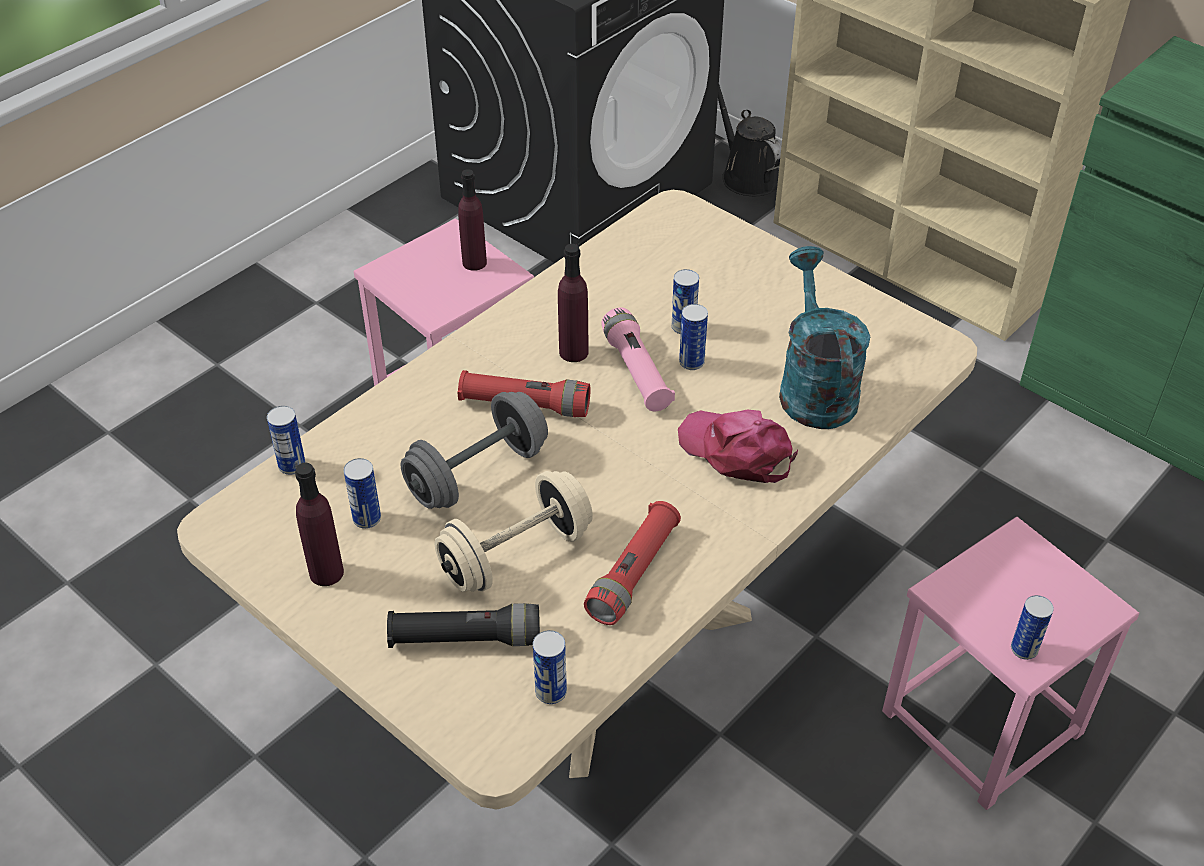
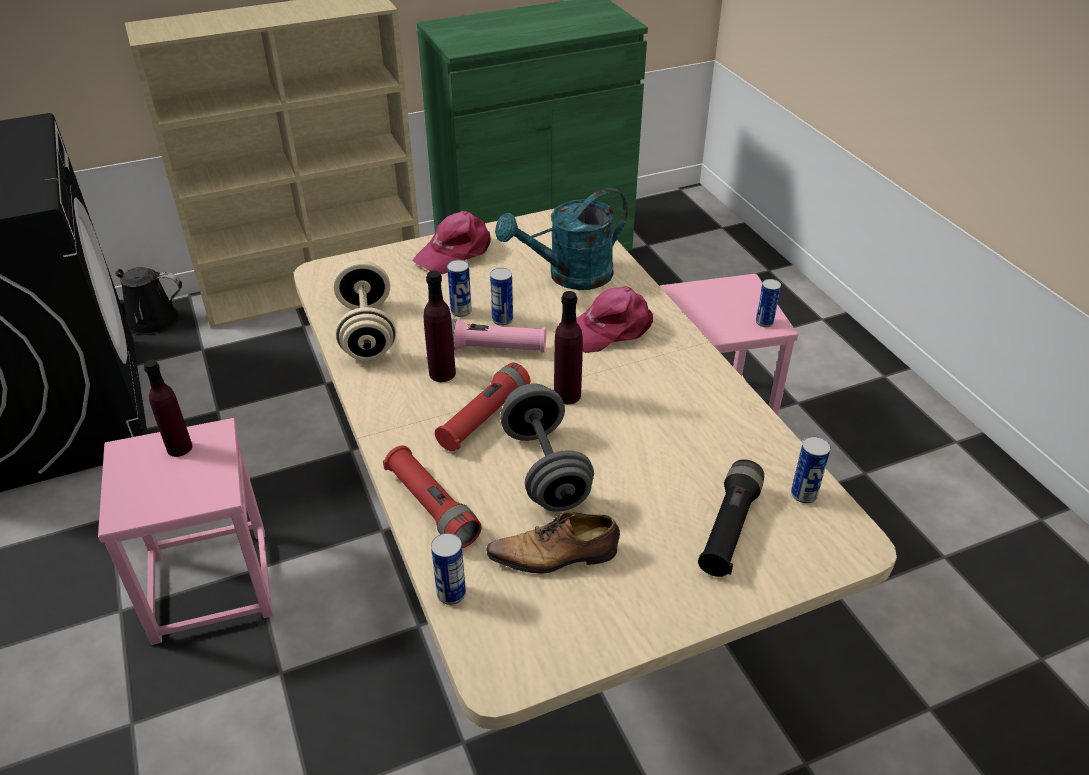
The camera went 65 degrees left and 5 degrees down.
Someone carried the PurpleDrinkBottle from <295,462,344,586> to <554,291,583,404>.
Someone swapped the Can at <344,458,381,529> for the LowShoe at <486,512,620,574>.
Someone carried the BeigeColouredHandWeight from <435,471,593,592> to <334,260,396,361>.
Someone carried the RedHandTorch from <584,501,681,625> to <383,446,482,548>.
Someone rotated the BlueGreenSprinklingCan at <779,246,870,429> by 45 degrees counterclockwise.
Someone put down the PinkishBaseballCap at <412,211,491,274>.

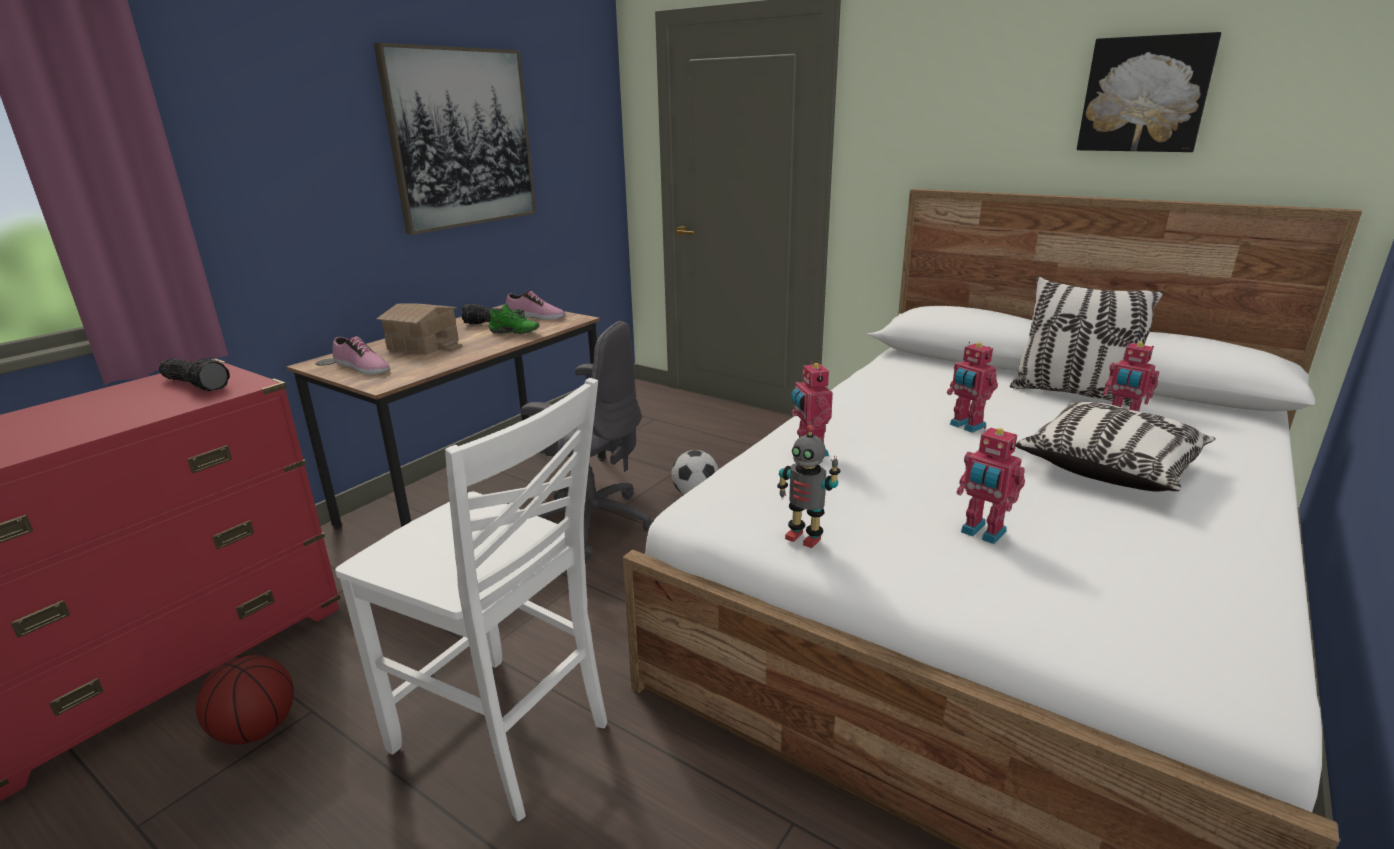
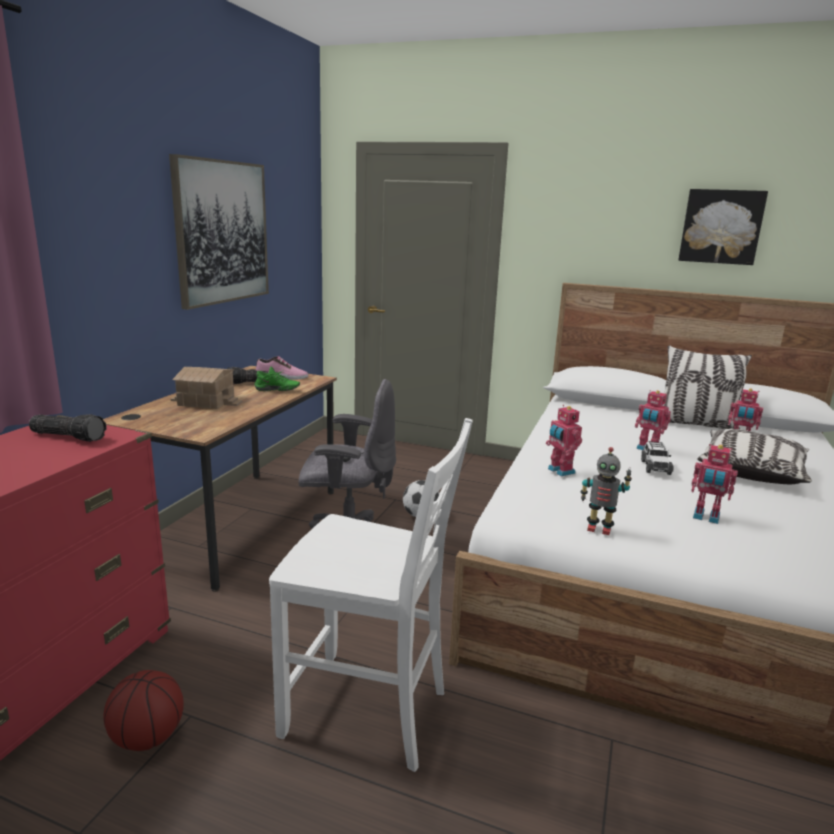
The camera went 15 degrees left and 5 degrees down.
Someone took away the LowShoe at <333,336,390,374>.
Someone put down the MiniatureCar at <641,441,674,475>.

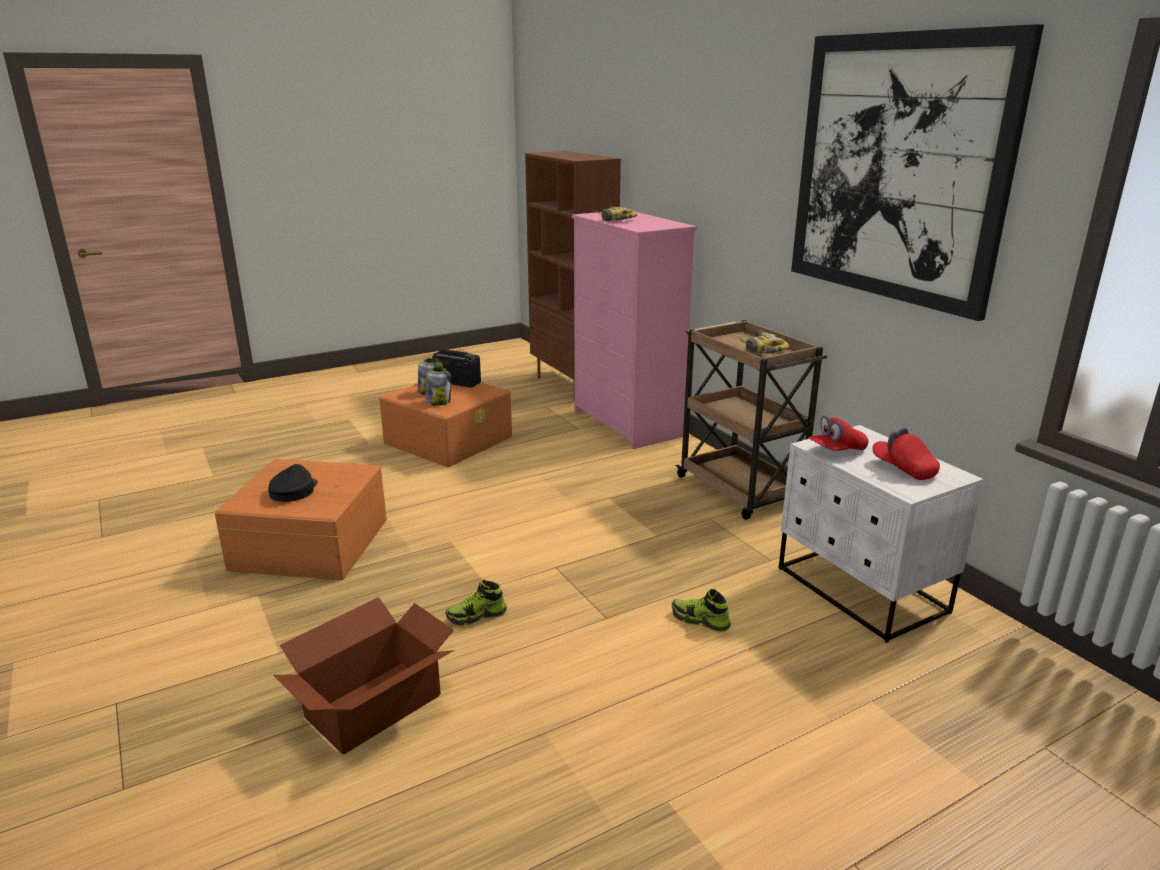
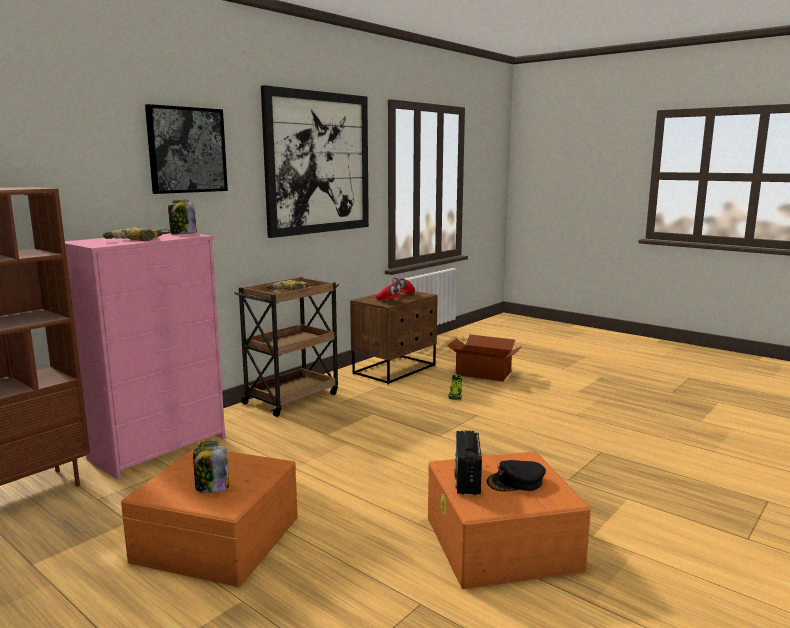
The camera went 110 degrees left and 10 degrees down.
Someone carried the Carton from <273,597,454,755> to <447,335,522,381>.
Someone carried the PreserveJar from <426,367,451,406> to <168,200,197,235>.
Someone carried the RadioReceiver from <432,349,481,388> to <455,430,482,495>.
Someone took away the LowShoe at <445,579,507,626>.
Someone repainted the WhiteNightTable at <779,425,984,643>, which became the BrownColouredNightTable at <350,291,438,385>.
Someone put up the WallPicture at <145,104,228,194>.

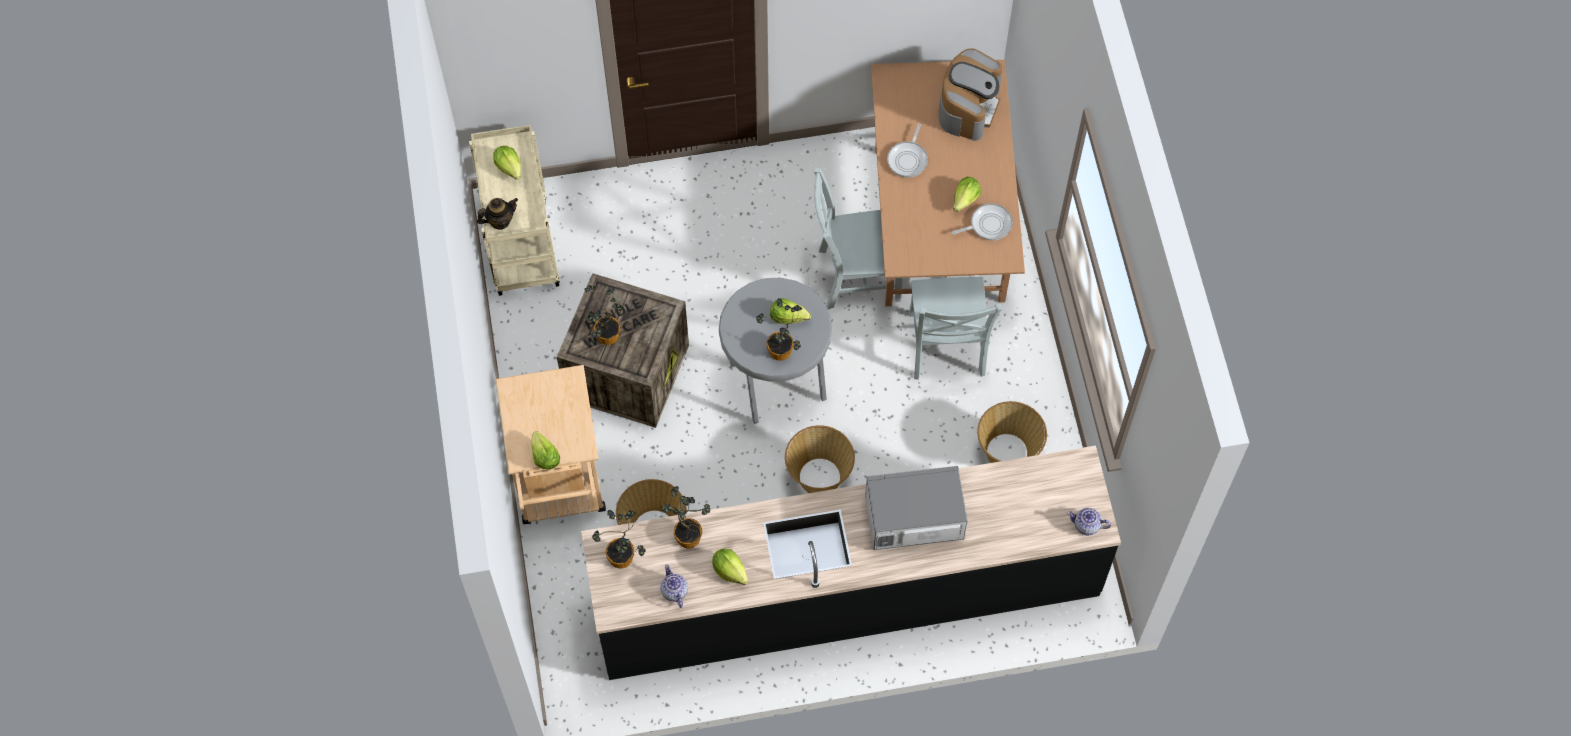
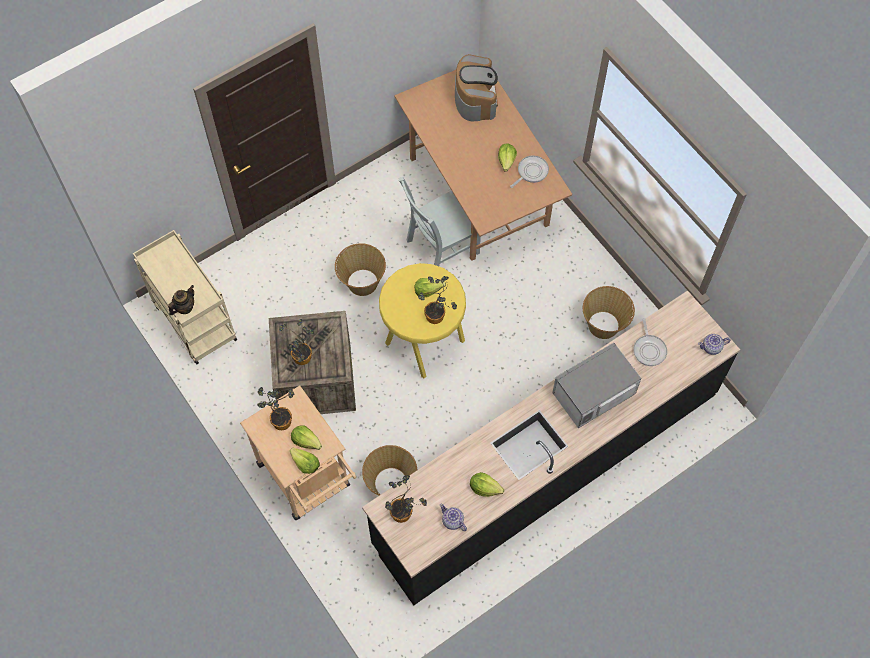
The camera went 25 degrees left and 0 degrees up.
Someone carried the Lettuce from <493,146,521,180> to <291,426,322,450>.
Someone carried the PlantInAPot from <661,486,710,548> to <257,387,294,430>.
Someone repainted the GreyishStoolSeat at <719,278,832,424>, which became the YellowishStoolSeat at <379,263,466,378>.
Someone carried the HouseholdBasket from <785,425,855,493> to <335,243,386,296>.
Someone carried the FryingPan from <887,123,928,178> to <633,318,667,366>.
Someone took away the GreyishUprightChair at <909,277,1002,380>.

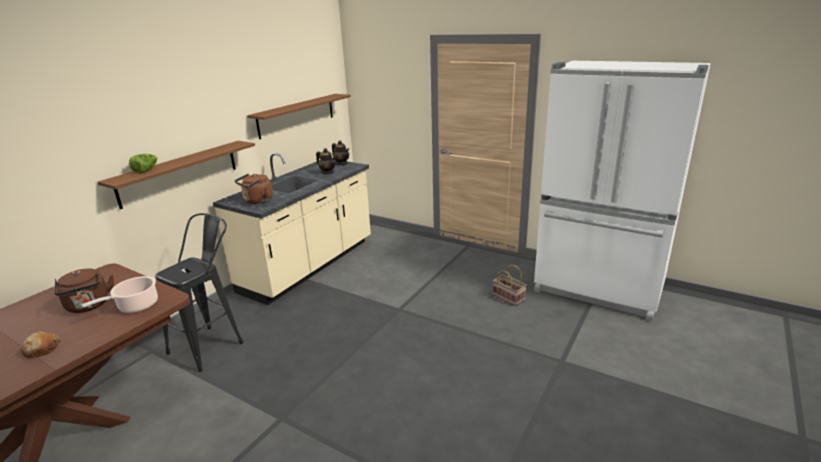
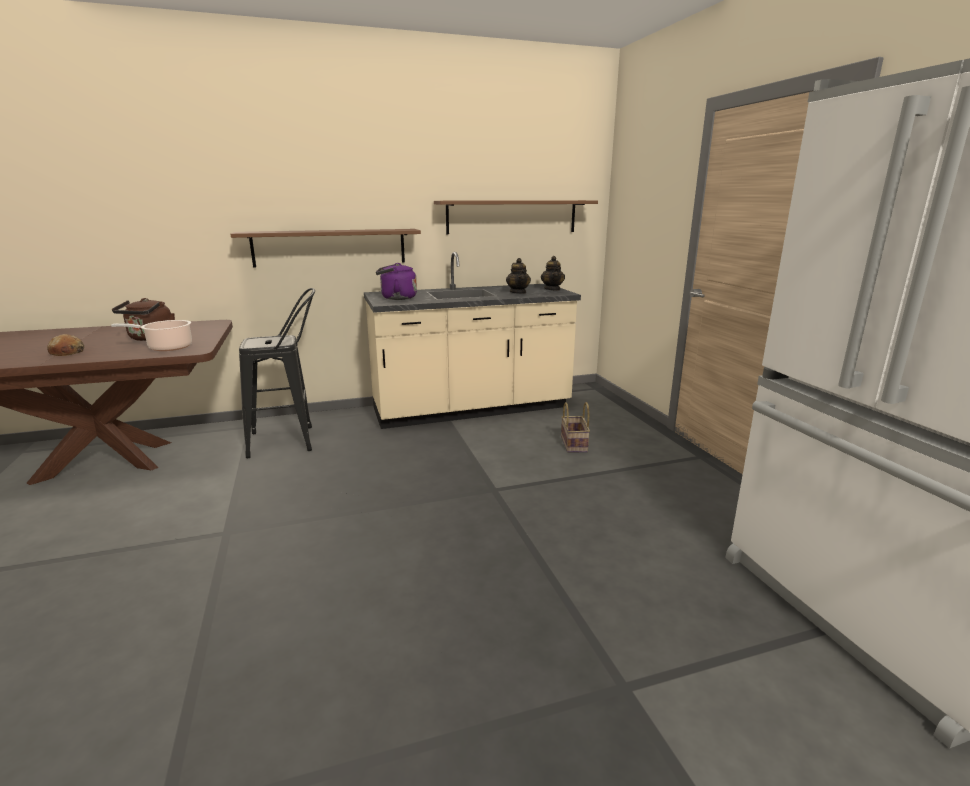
The camera went 40 degrees right and 5 degrees down.
Someone took away the Lettuce at <129,154,157,174>.
Someone repainted the BrownColouredTeaKettle at <235,173,273,204>, which became the PurpleTeaKettle at <376,263,417,300>.
Someone carried the HouseholdBasket from <493,265,527,306> to <561,402,590,453>.

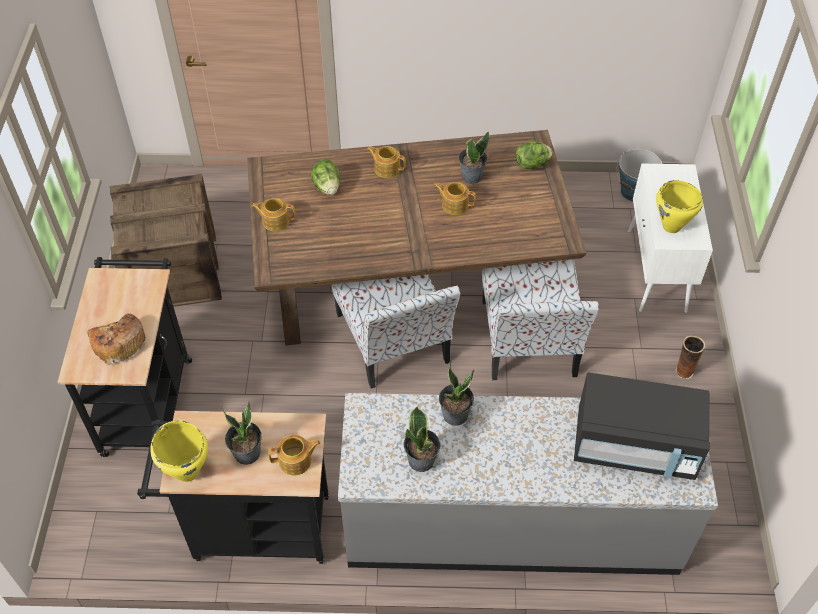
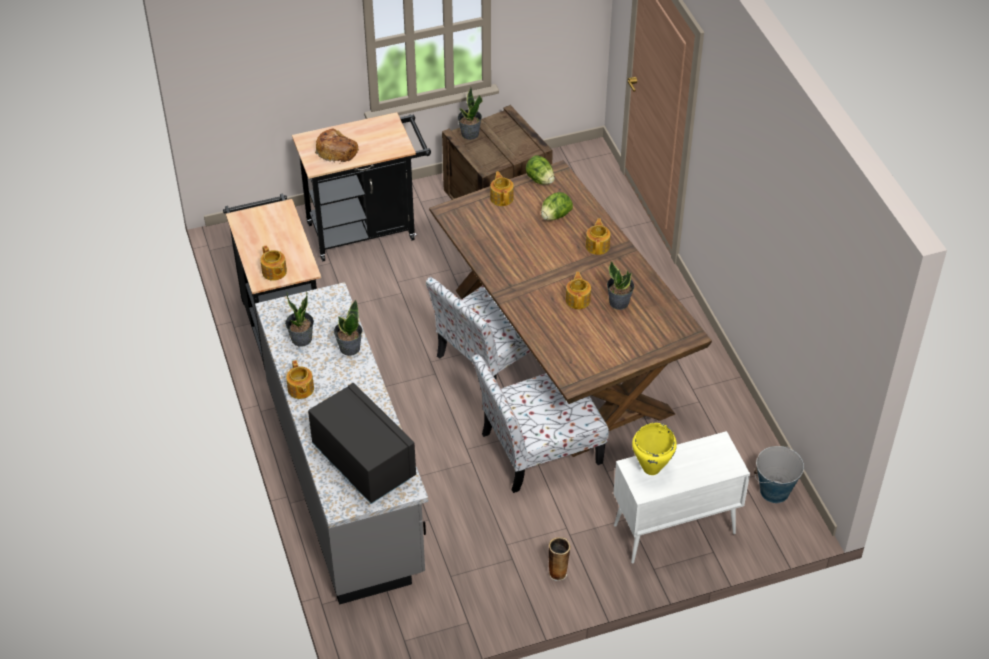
The camera went 70 degrees right and 5 degrees down.
Someone took away the YellowishCookingPot at <150,421,208,482>.
Someone carried the PlantInAPot from <222,401,262,465> to <458,88,482,140>.
Someone carried the Lettuce from <516,141,552,169> to <526,155,555,185>.
Someone rotated the BlackColouredKitchenMicrowave at <574,373,710,480> by 150 degrees clockwise.
Someone put down the Teapot at <286,360,314,399>.

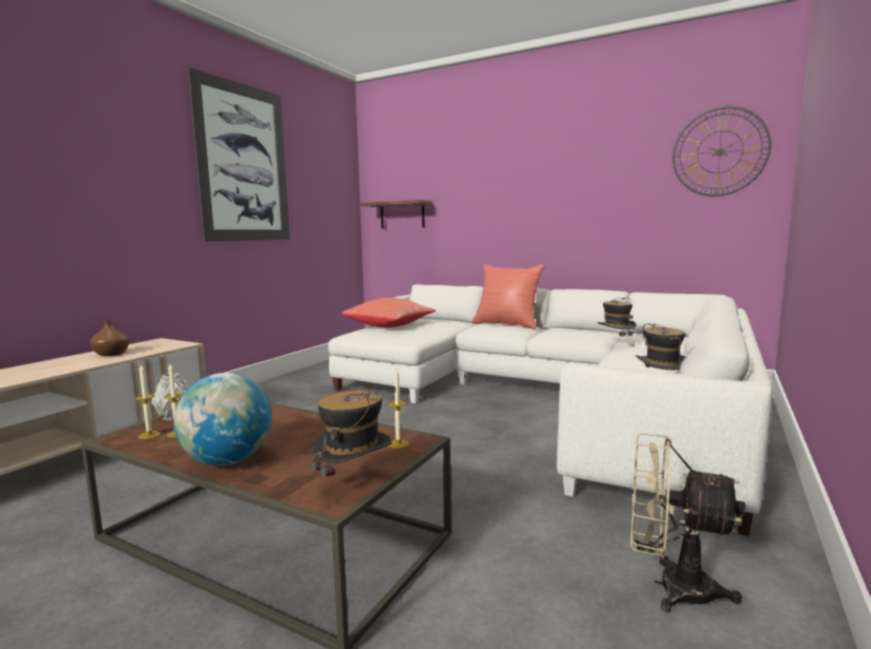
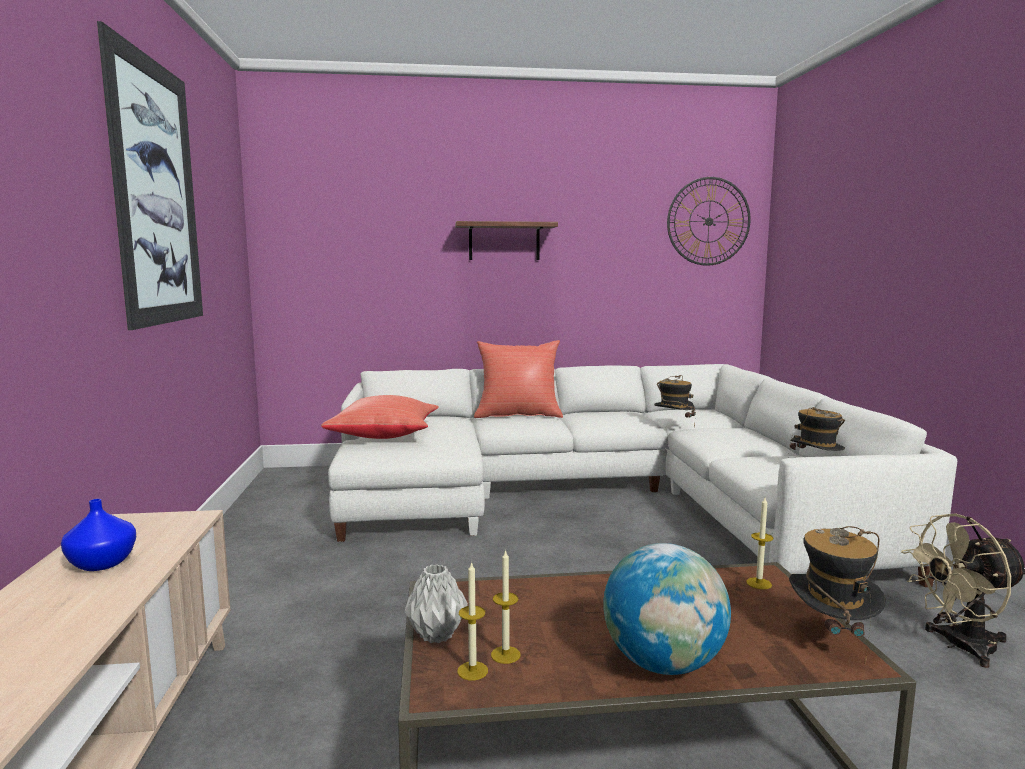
The camera went 35 degrees left and 0 degrees up.
Someone repainted the BrownColouredDecorativeVase at <90,320,130,356>, which became the BluishDecorativeVase at <61,499,136,571>.
Someone carried the Shelf from <361,200,433,229> to <455,221,558,260>.

